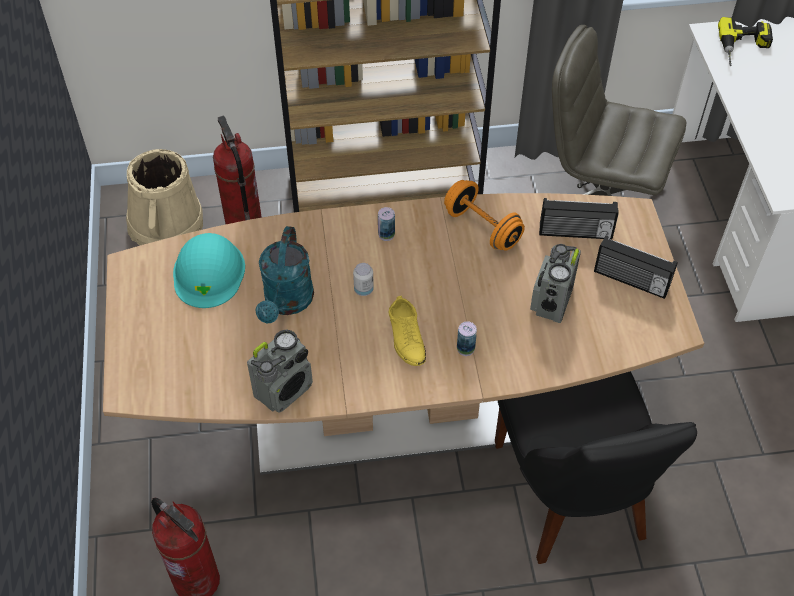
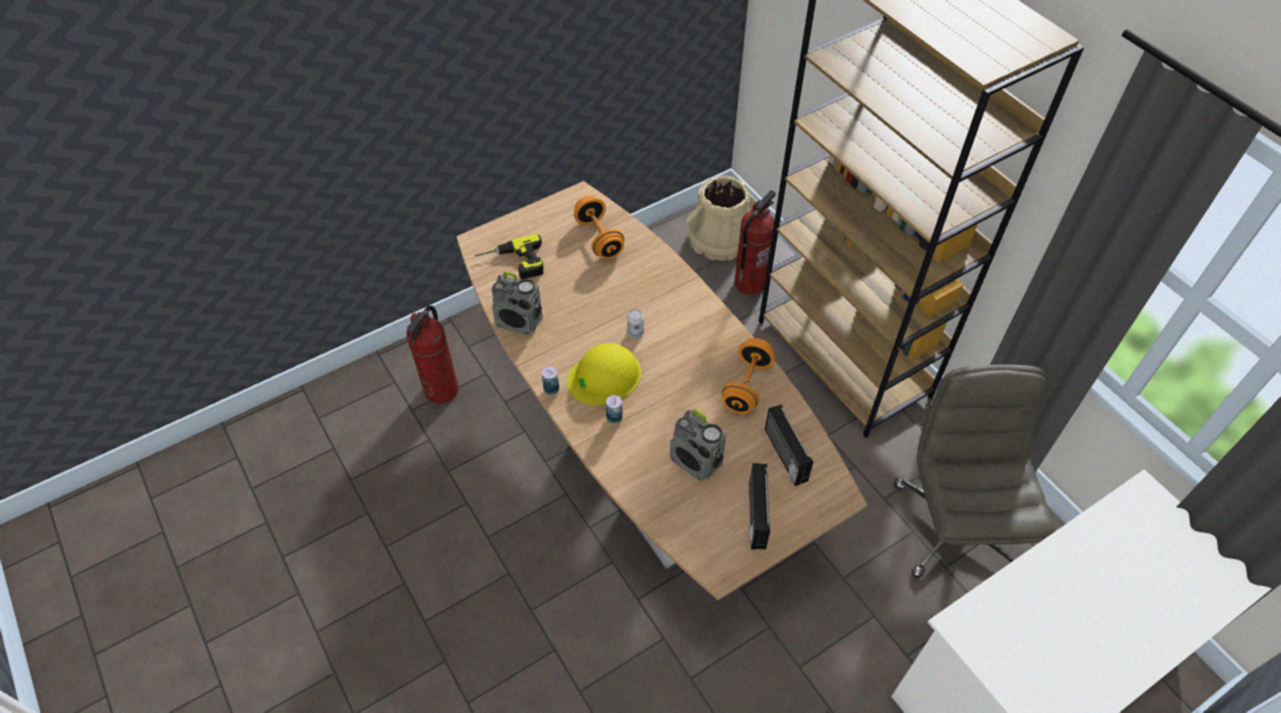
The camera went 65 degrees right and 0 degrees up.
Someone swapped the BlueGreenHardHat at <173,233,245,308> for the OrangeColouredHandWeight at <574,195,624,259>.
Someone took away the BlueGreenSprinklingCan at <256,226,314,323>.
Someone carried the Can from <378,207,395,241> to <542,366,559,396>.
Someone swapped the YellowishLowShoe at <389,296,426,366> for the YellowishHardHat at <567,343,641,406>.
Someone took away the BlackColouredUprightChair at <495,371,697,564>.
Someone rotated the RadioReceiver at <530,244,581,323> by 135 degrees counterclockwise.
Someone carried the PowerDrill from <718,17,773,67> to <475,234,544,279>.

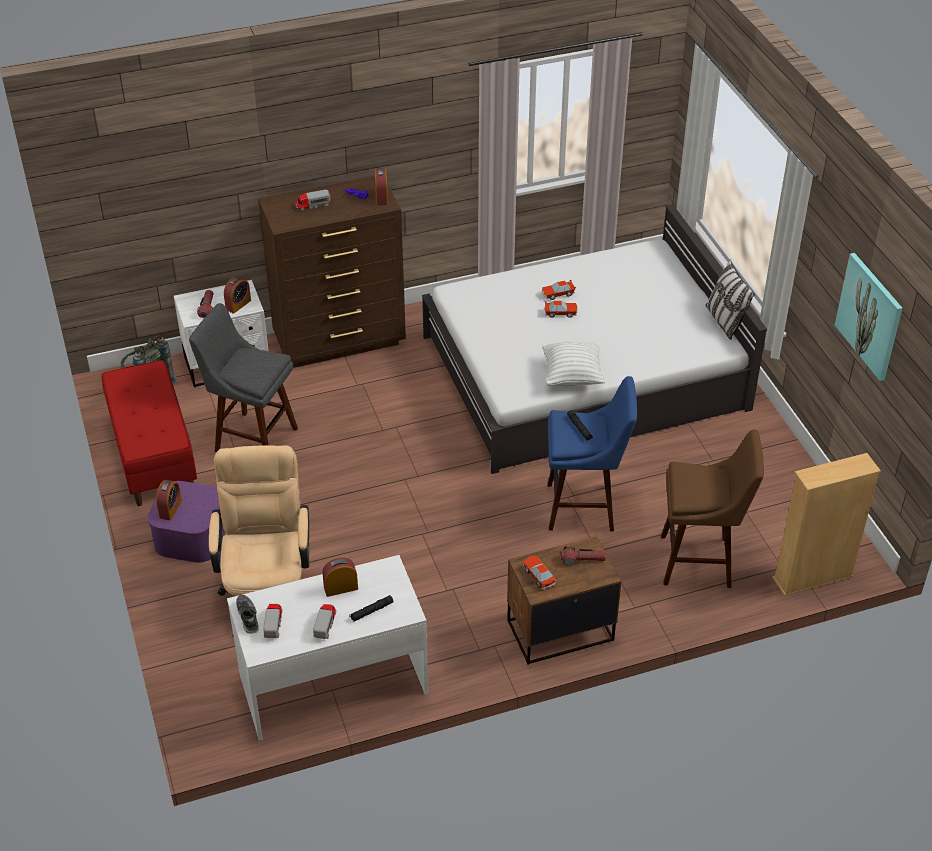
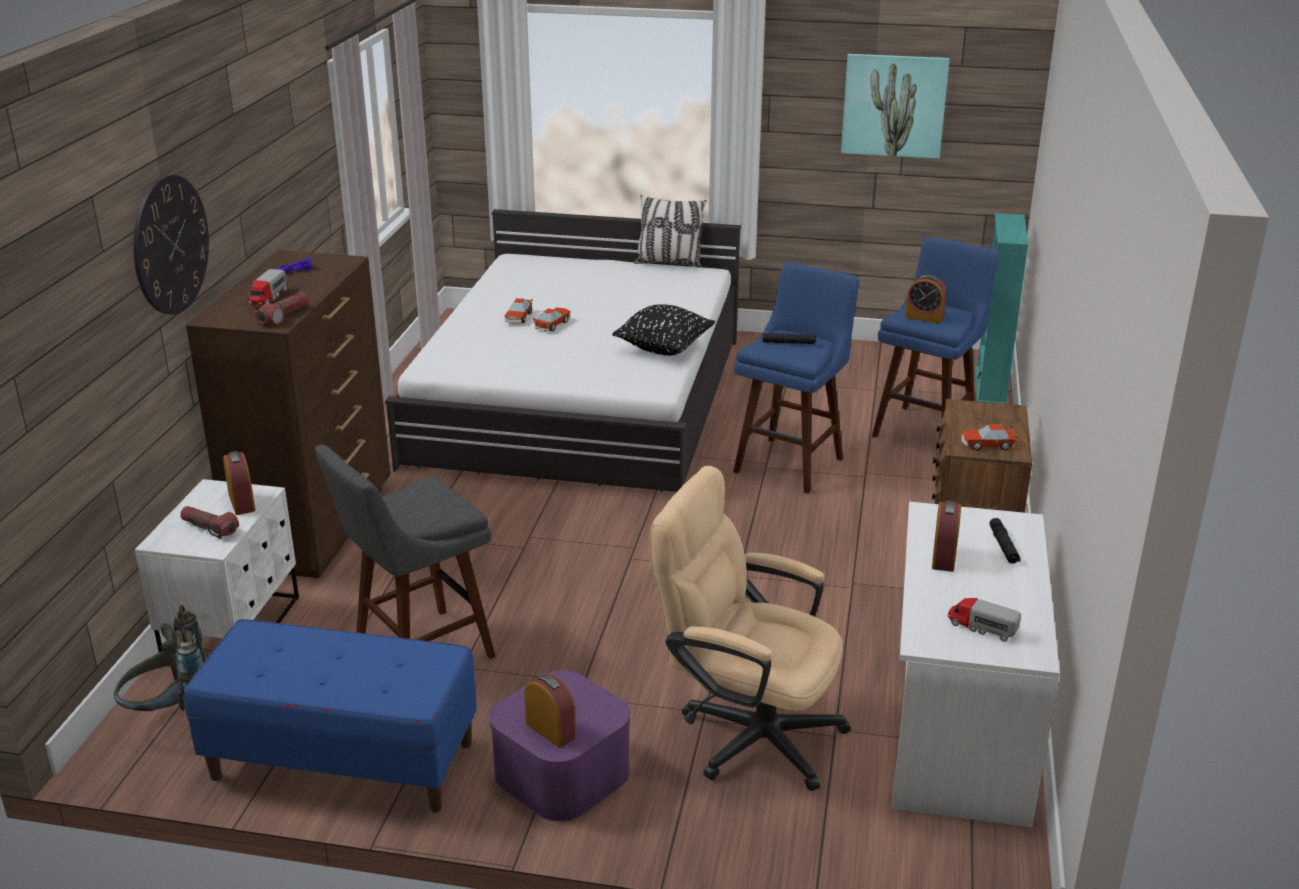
The camera went 60 degrees left and 15 degrees down.
Someone repainted the RedLongSeat at <101,360,197,506>, which became the BluishLongSeat at <184,619,477,813>.
Someone took away the LowShoe at <236,595,259,634>.
Someone took away the ToyTruck at <313,604,336,639>.
Someone carried the TableClock from <374,167,388,206> to <905,274,947,324>.
Someone repainted the WhiteCushion at <542,342,605,386>, which became the BlackColouredCushion at <612,304,715,356>.
Someone carried the HandTorch from <561,546,606,566> to <254,292,309,325>.
Someone repainted the BrownColouredStoolSeat at <661,429,764,588>, which became the BluishStoolSeat at <872,237,999,438>.
Someone repainted the BeigeColouredBookcase at <772,453,881,596>, which became the BlueGreenBookcase at <976,213,1028,404>.
Someone put up the ClockOnTheWall at <133,175,209,315>.

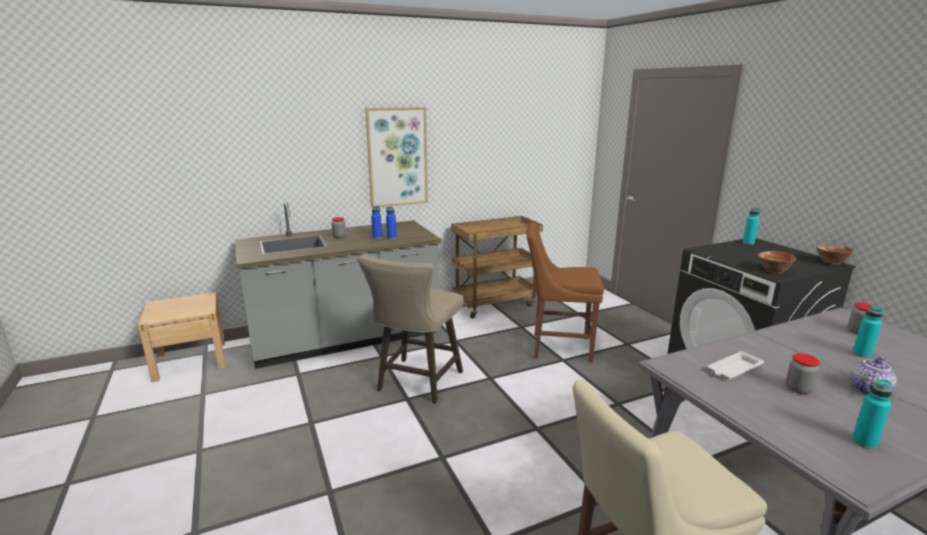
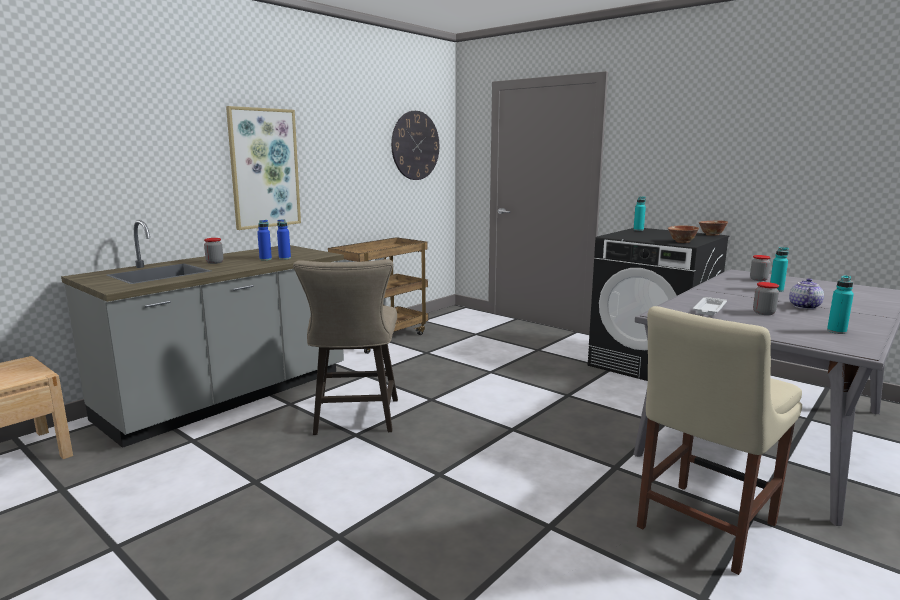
The camera went 25 degrees left and 5 degrees down.
Someone took away the BrownColouredUprightChair at <526,222,604,363>.
Someone put up the ClockOnTheWall at <391,111,439,180>.

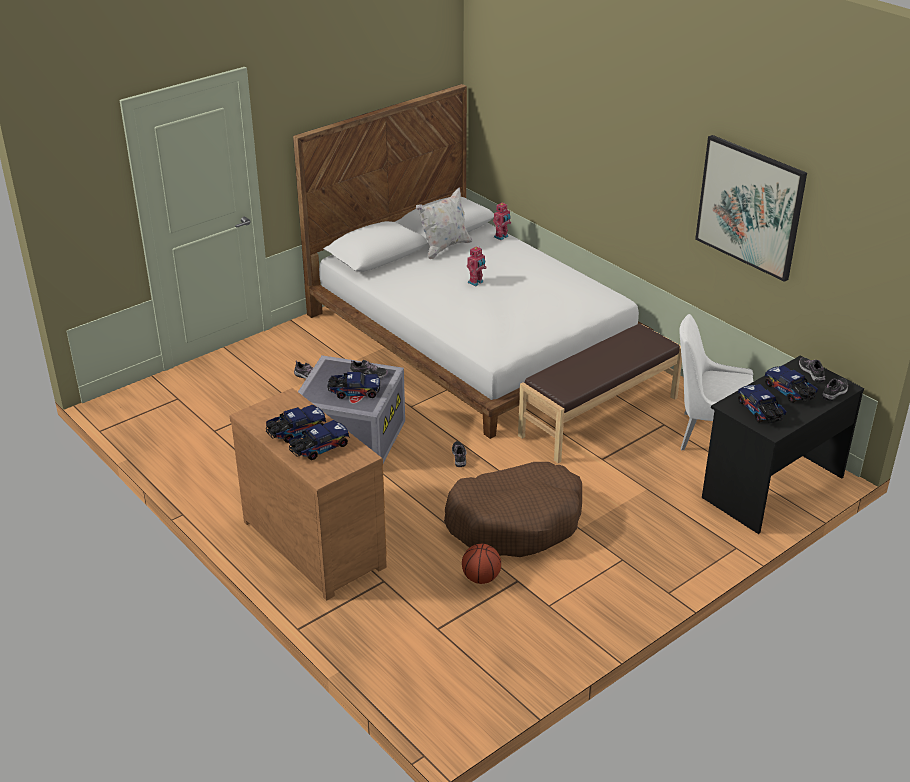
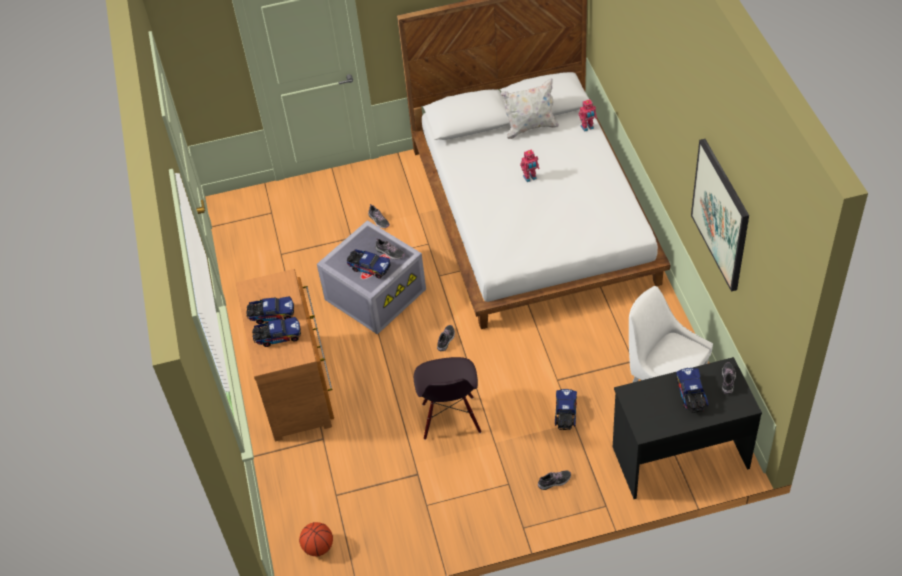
The camera went 30 degrees right and 15 degrees up.
Someone swapped the BrownColouredDogBed at <444,462,582,557> for the BlackColouredUprightChair at <414,357,481,440>.
Someone carried the Basketball from <462,544,501,584> to <299,522,333,556>.
Someone took away the BrownColouredLongSeat at <518,323,682,463>.
Someone carried the ToyTruck from <738,384,787,423> to <555,389,577,430>.
Someone carried the LowShoe from <822,378,848,401> to <538,470,571,490>.

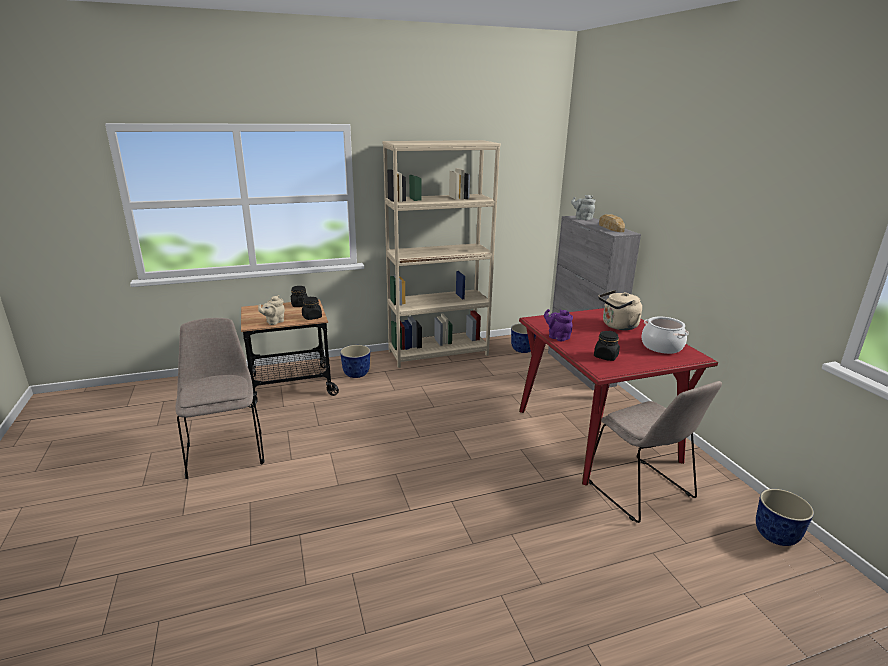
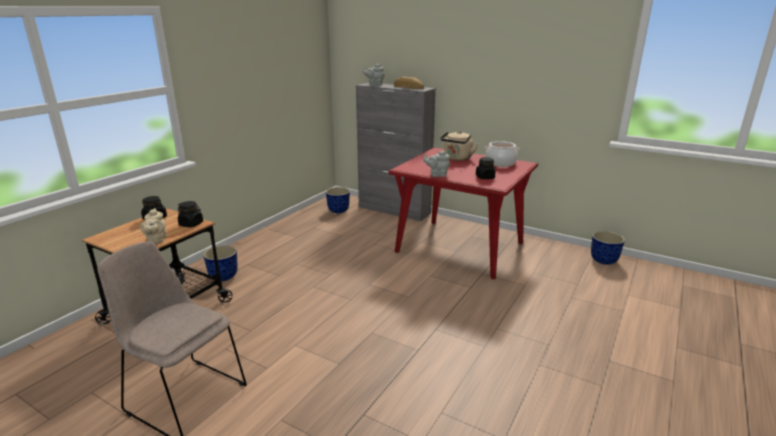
The camera went 40 degrees left and 0 degrees up.
Someone took away the BeigeColouredBookcase at <382,140,501,368>.
Someone repainted the PurpleTeapot at <544,309,573,341>, which became the GreyishTeapot at <423,151,450,177>.
Someone took away the BeigeColouredUprightChair at <589,381,722,523>.

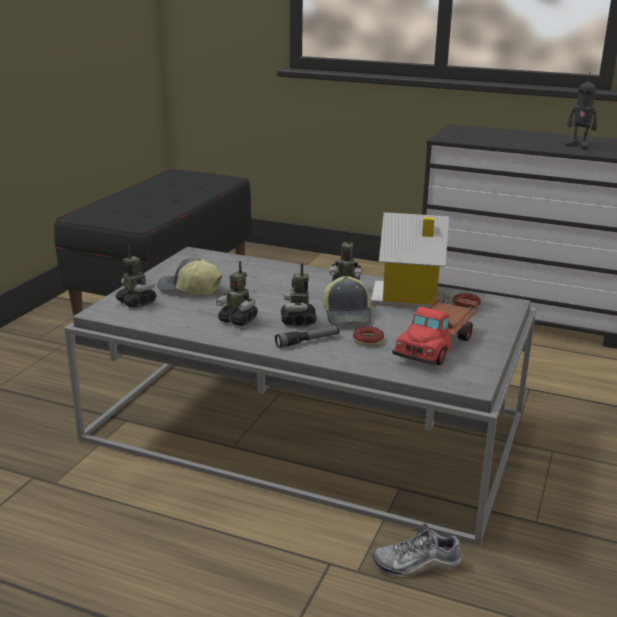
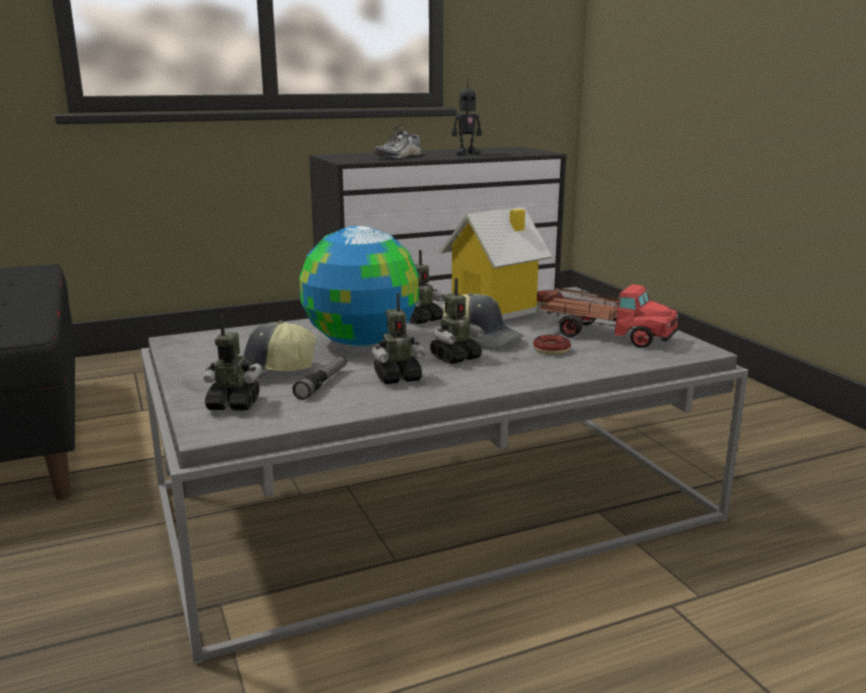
The camera went 45 degrees left and 5 degrees down.
Someone carried the HandTorch from <275,326,340,348> to <293,356,347,400>.
Someone rotated the RobotFigure at <281,263,317,326> by 75 degrees counterclockwise.
Someone carried the LowShoe from <373,524,461,578> to <374,125,421,159>.
Someone rotated the ToyTruck at <392,293,478,365> by 45 degrees counterclockwise.
Someone put down the DeskGlobe at <299,226,419,347>.

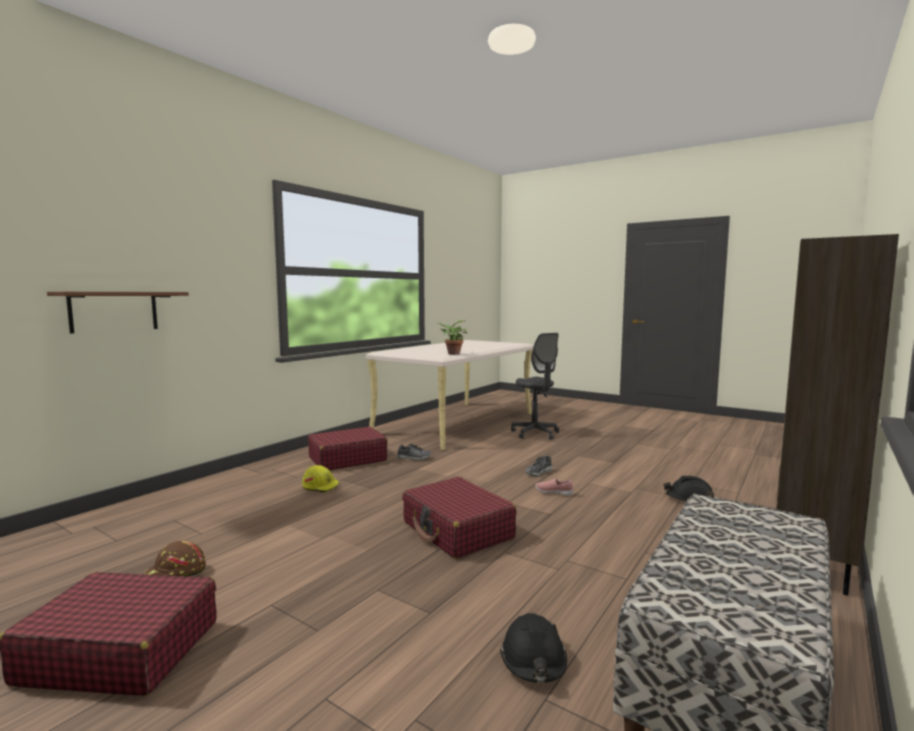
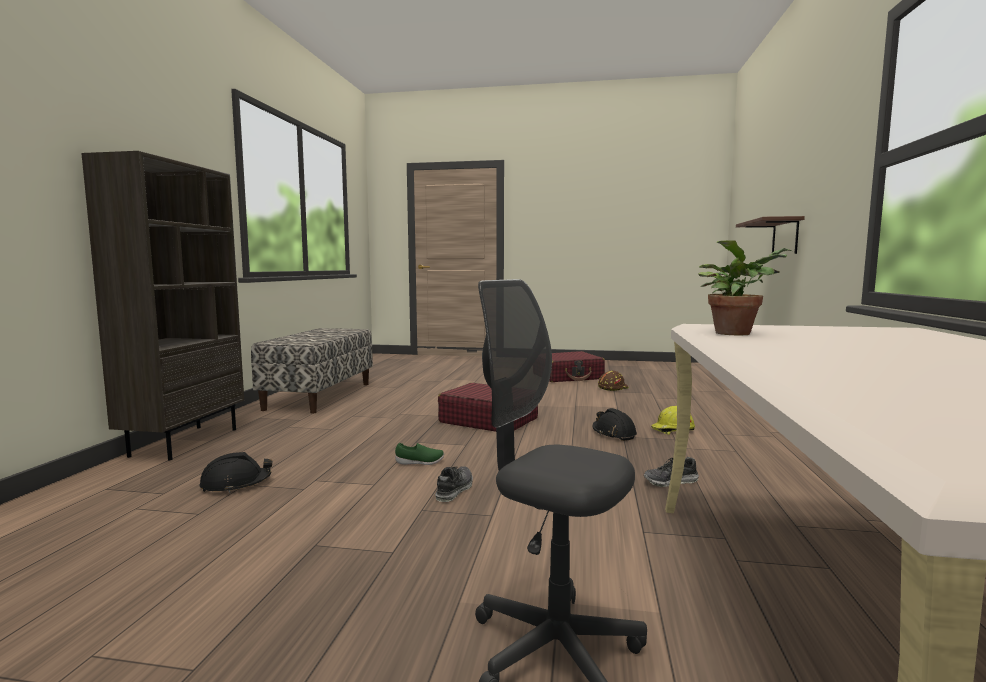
The camera went 155 degrees right and 0 degrees up.
Someone took away the RedPieceOfLuggage at <308,426,388,470>.
Someone carried the BlackColouredHardHat from <500,613,567,683> to <592,408,637,441>.
Someone repainted the PinkishLowShoe at <535,478,573,496>, which became the GreenLowShoe at <395,443,444,465>.

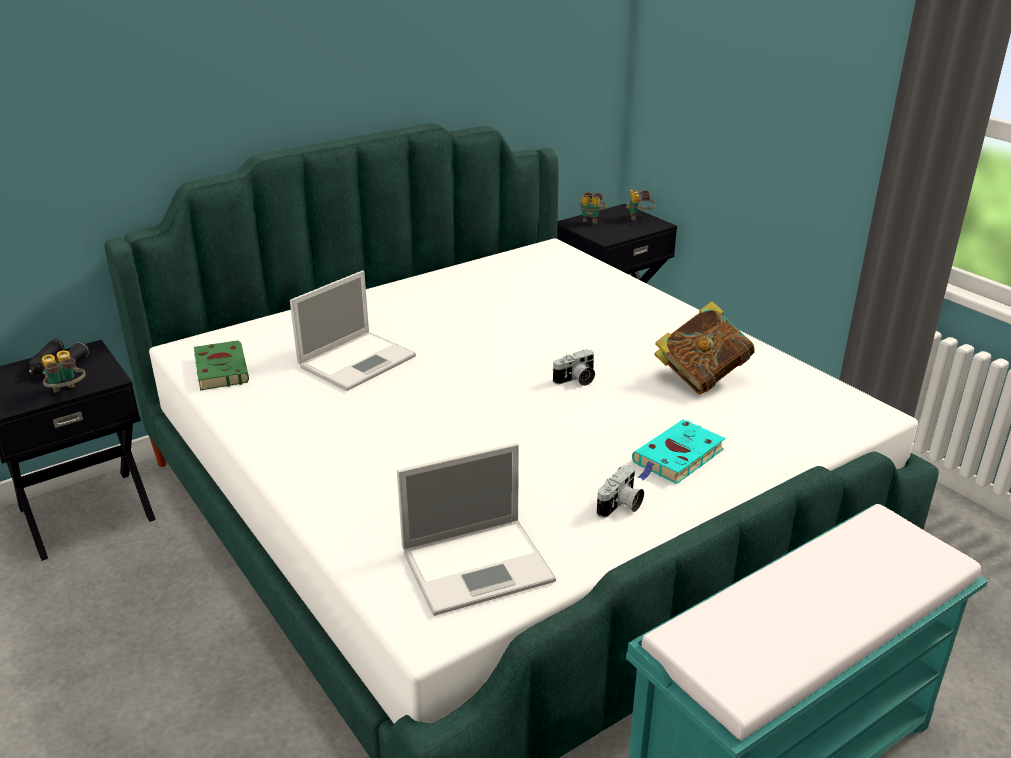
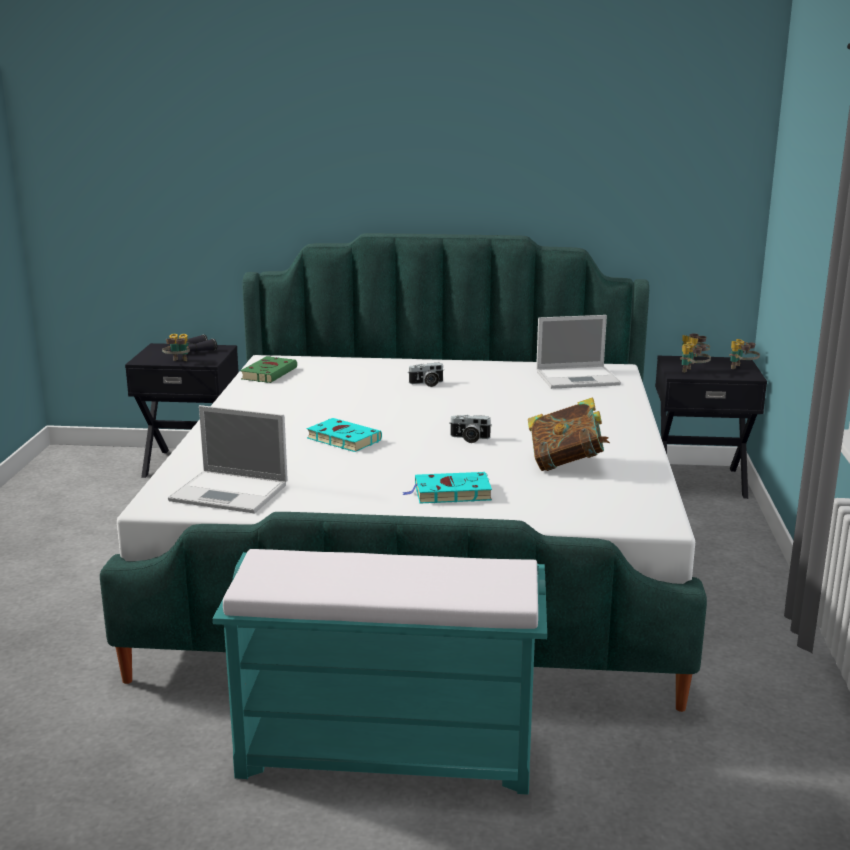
The camera went 40 degrees right and 10 degrees down.
Someone carried the NotebookComputer from <290,271,416,391> to <536,315,621,389>.
Someone carried the StillCamera from <597,465,644,518> to <409,363,444,387>.
Someone put down the BlueGreenBook at <307,418,382,452>.
Someone put down the PairOfBinoculars at <680,342,711,373>.

